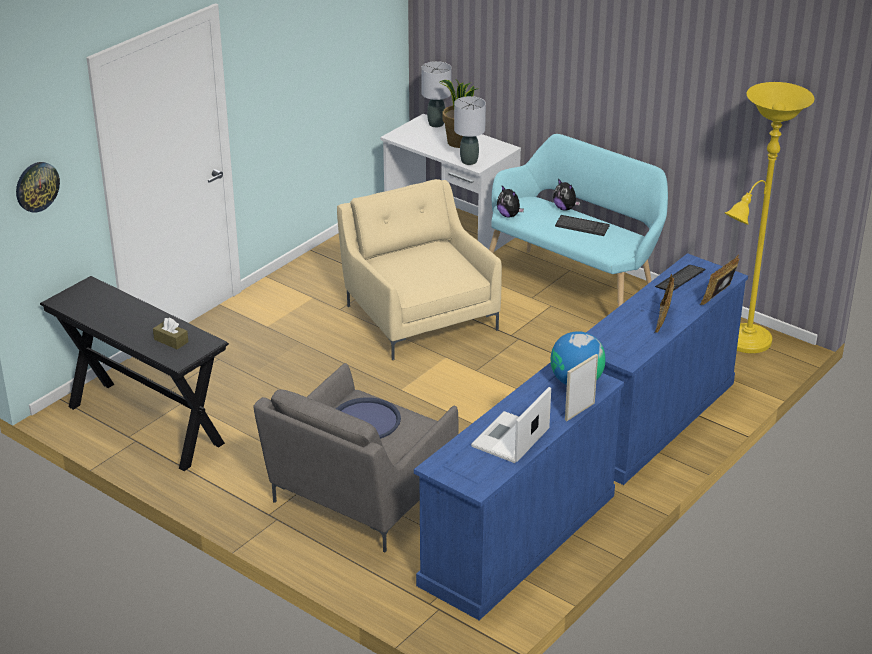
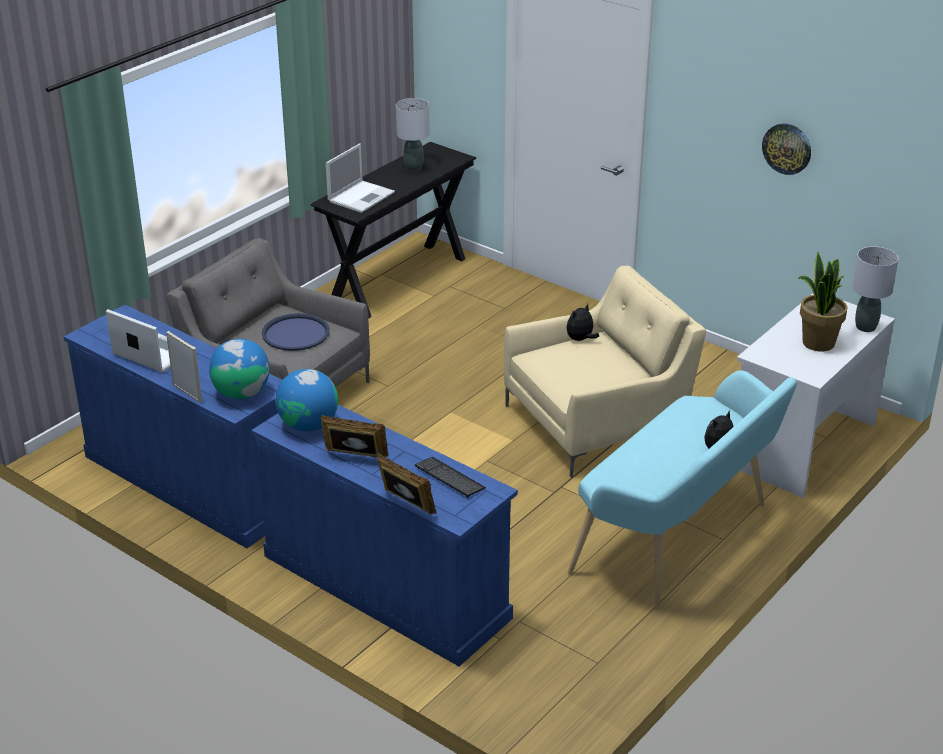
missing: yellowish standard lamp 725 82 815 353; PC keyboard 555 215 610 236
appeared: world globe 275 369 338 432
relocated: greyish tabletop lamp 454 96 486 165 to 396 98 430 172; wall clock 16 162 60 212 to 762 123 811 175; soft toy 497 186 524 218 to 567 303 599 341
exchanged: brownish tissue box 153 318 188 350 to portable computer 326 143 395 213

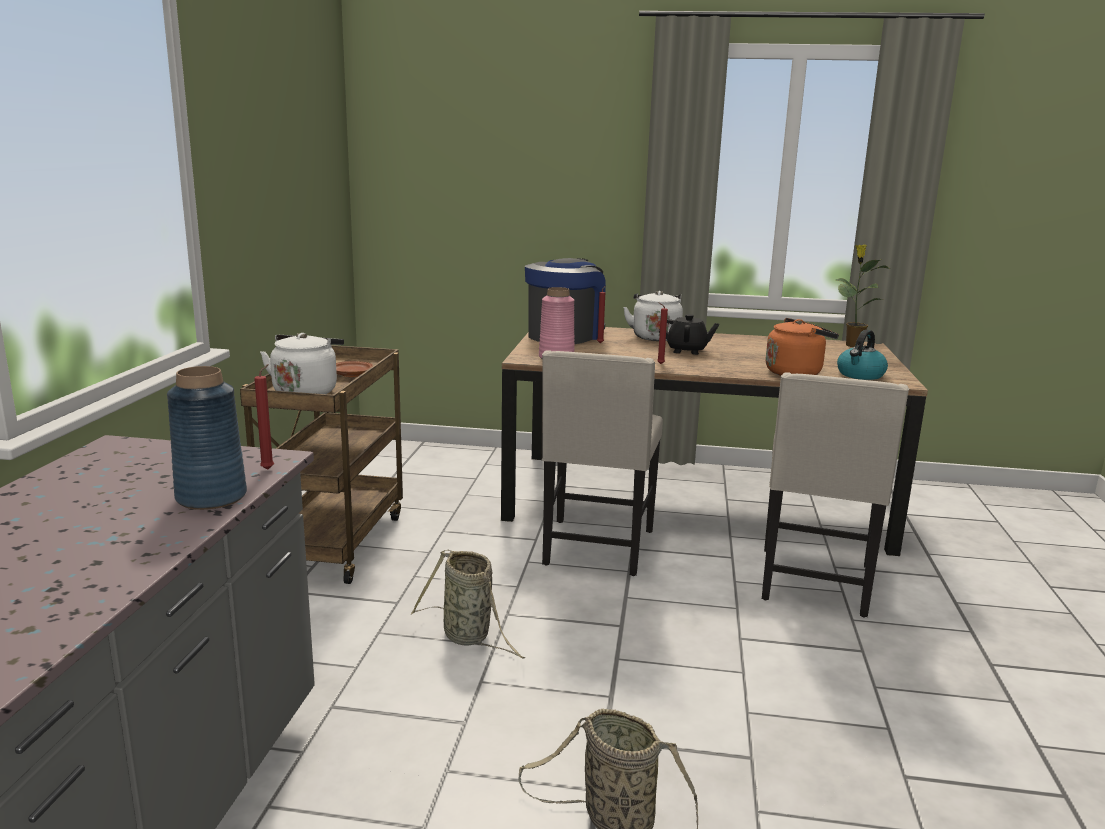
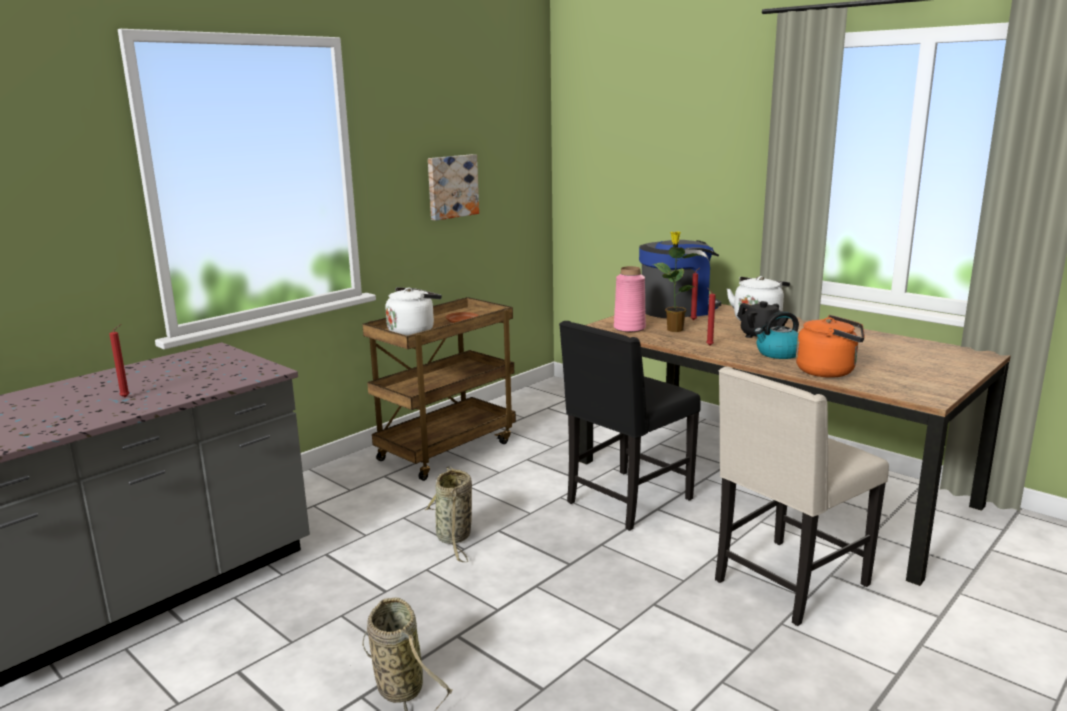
missing: blue vase 167 366 247 510
appeared: wall art 428 154 479 221
relocated: houseplant 836 245 890 347 to 653 231 703 332; water kettle 837 330 888 380 to 754 311 799 359; reddish wax candle 254 364 274 470 to 109 324 129 398
colour: beige plain chair 542 350 663 576 to black plain chair 559 321 701 531

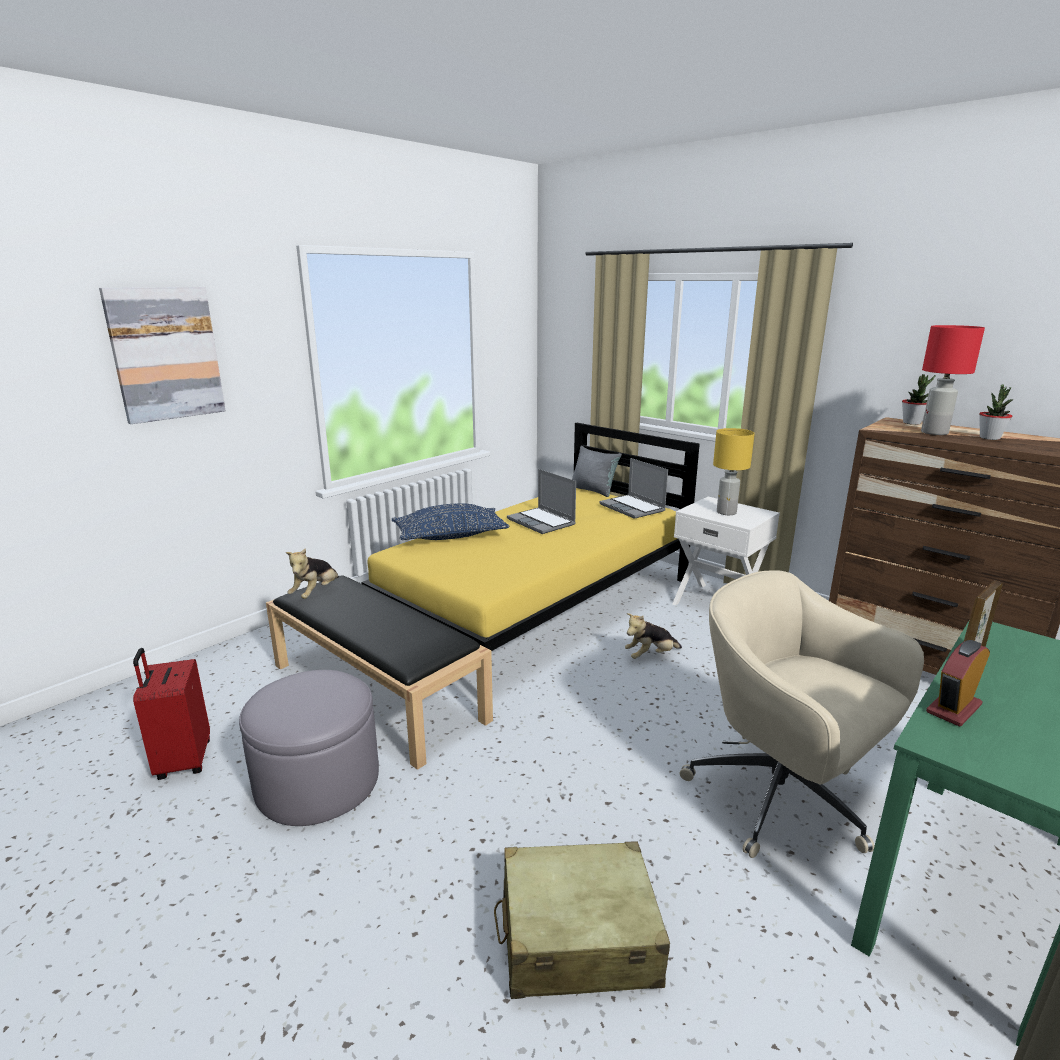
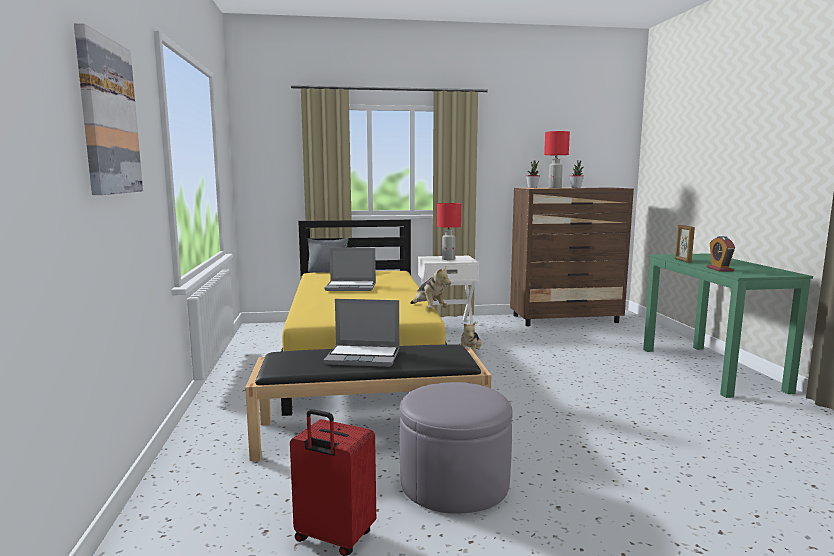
missing: blue pillow 391 503 509 540; beige desk chair 680 570 924 858; beige suitcase 494 841 670 999
relocated: portable computer 599 458 668 519 to 323 299 400 367; soft toy 286 548 339 599 to 410 266 451 308
colour: yellowish tabletop lamp 713 428 755 515 to reddish tabletop lamp 437 203 461 260

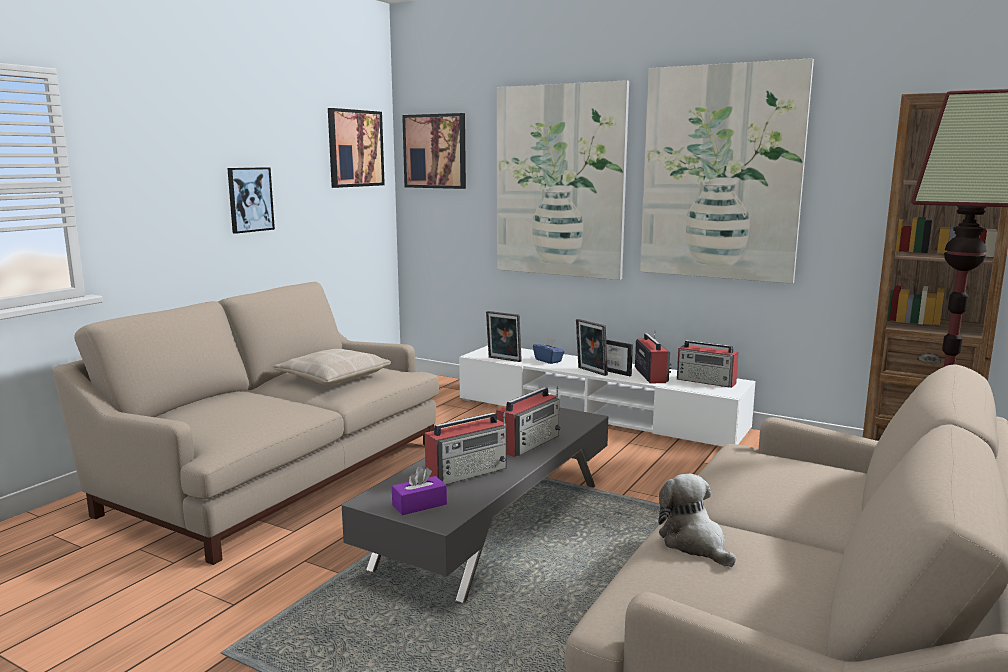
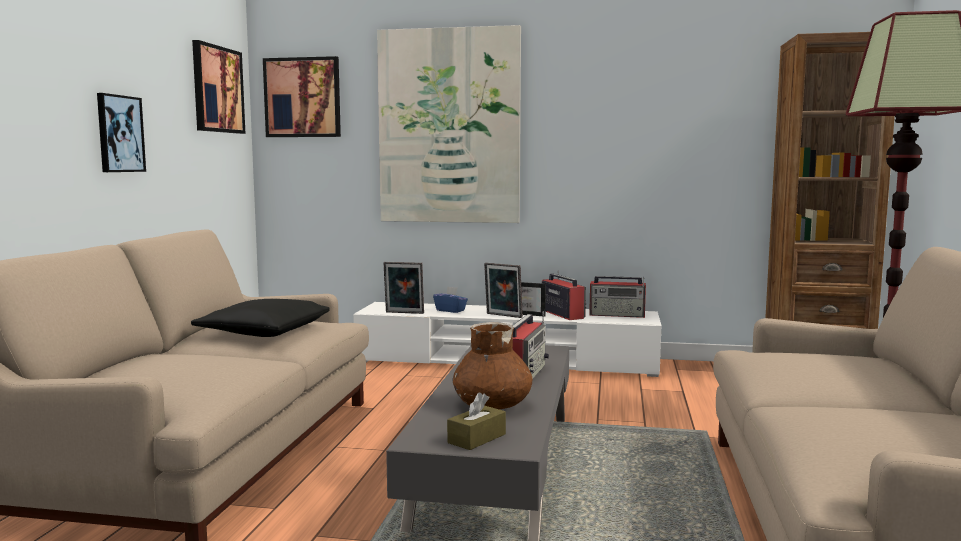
missing: wall art 640 58 814 284; soft toy 659 474 736 567
exchanged: radio set 425 412 506 485 to brownish vase 453 322 533 410
colour: beige pillow 273 349 391 385 to black pillow 191 299 329 337; purplish tissue box 392 466 447 515 to brownish tissue box 447 392 506 450

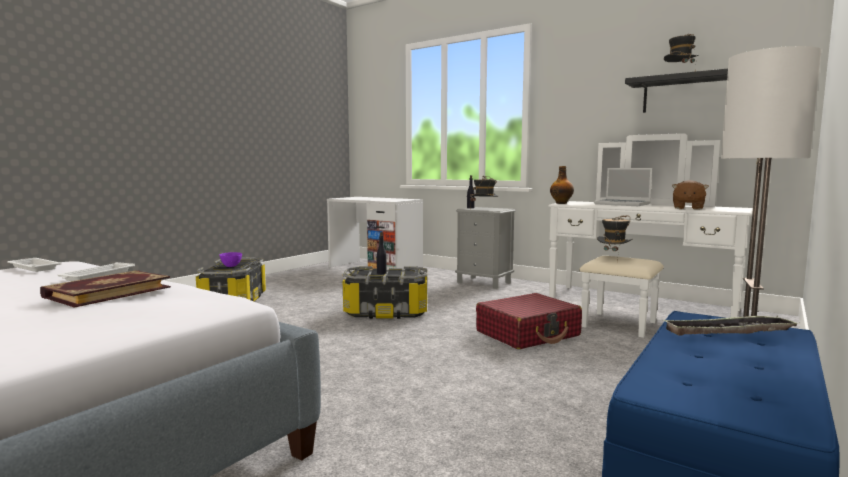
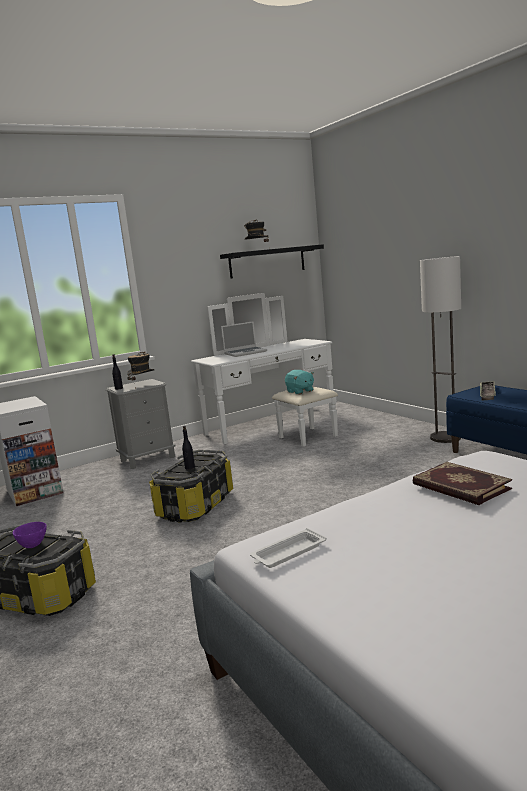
missing: bottle 550 166 574 204; brownish soft toy 672 180 709 210; whitish carrying tray 58 262 135 281; reddish suitcase 476 293 582 349
exchanged: clothing hat 597 215 633 262 to turquoise-coloured soft toy 285 370 314 394

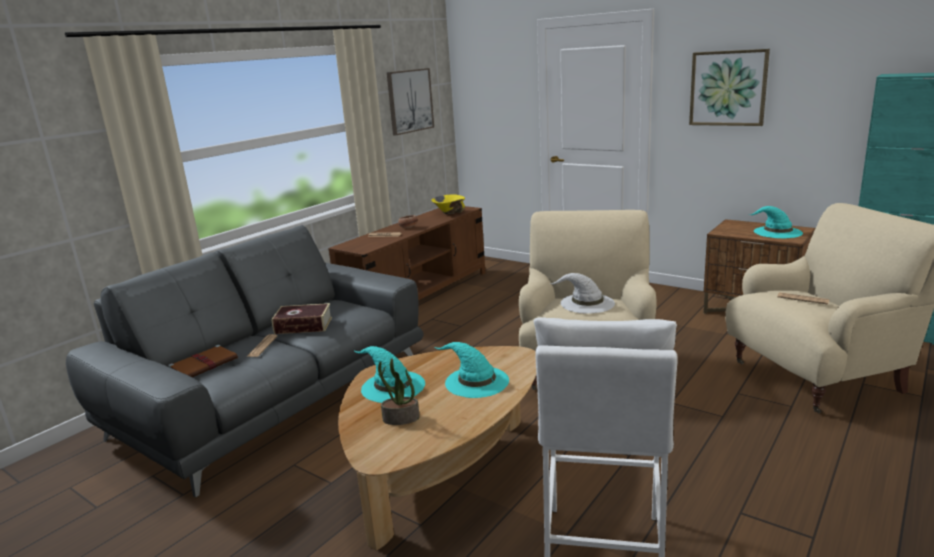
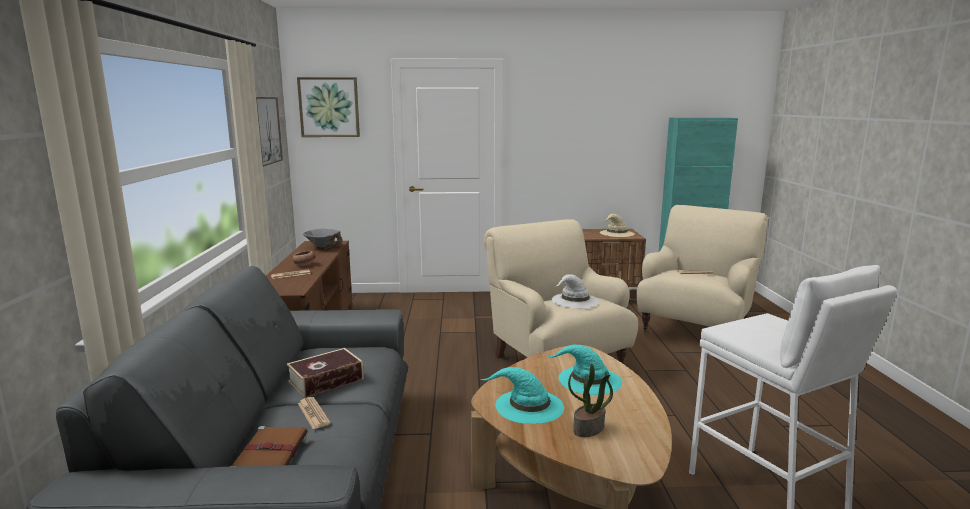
relocated: wall art 689 49 770 126 to 297 77 360 137
colour: yellowish bowl 431 194 465 214 to greyish bowl 303 229 343 249; turquoise-coloured clothing hat 749 206 803 238 to beige clothing hat 600 214 635 237

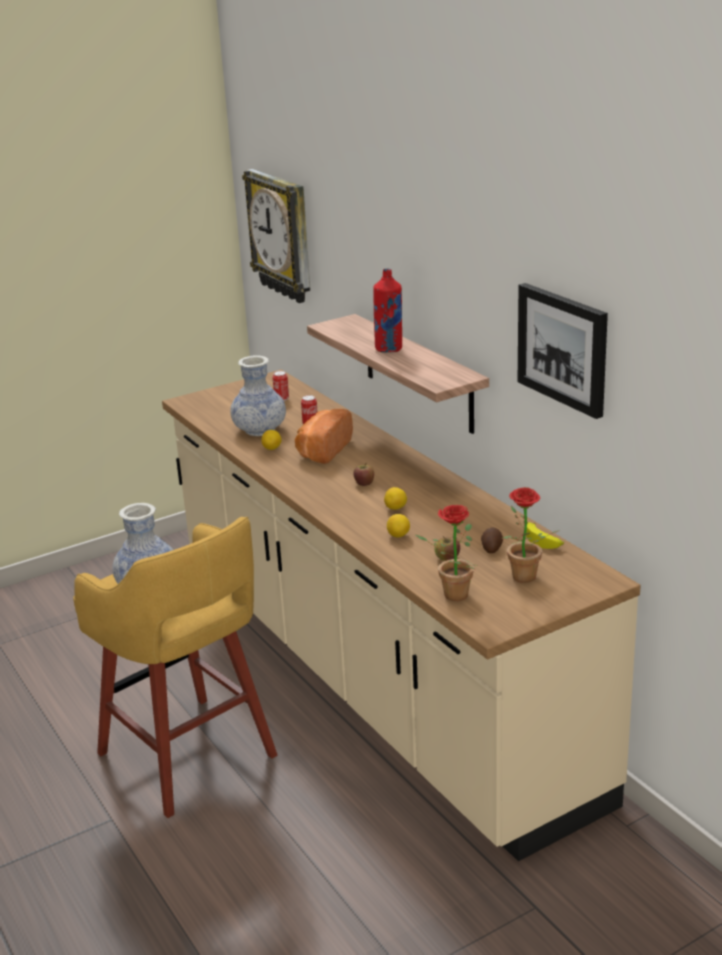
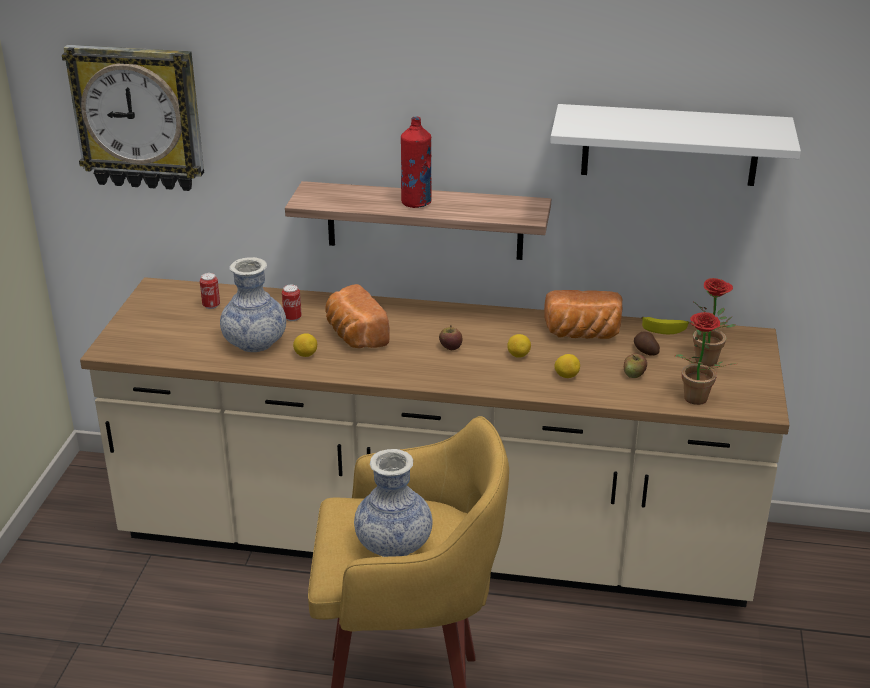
appeared: bread 544 290 623 339
exchanged: wall art 518 283 608 419 to whitish bracket shelf 550 104 801 186

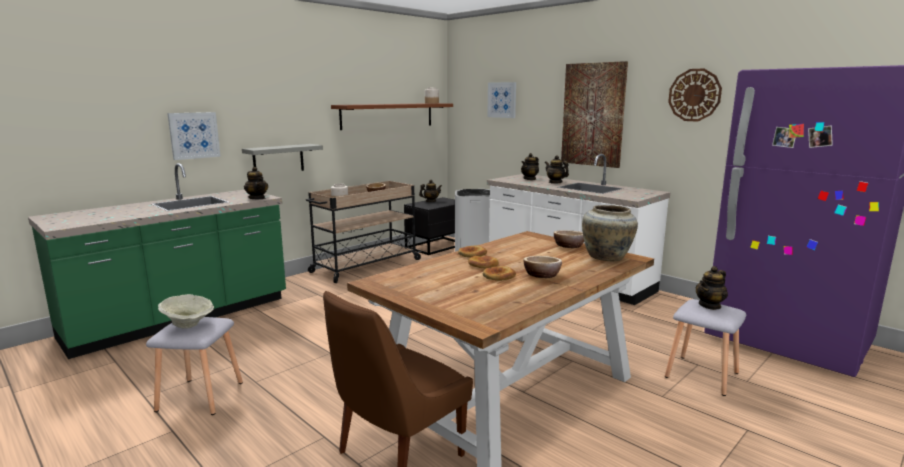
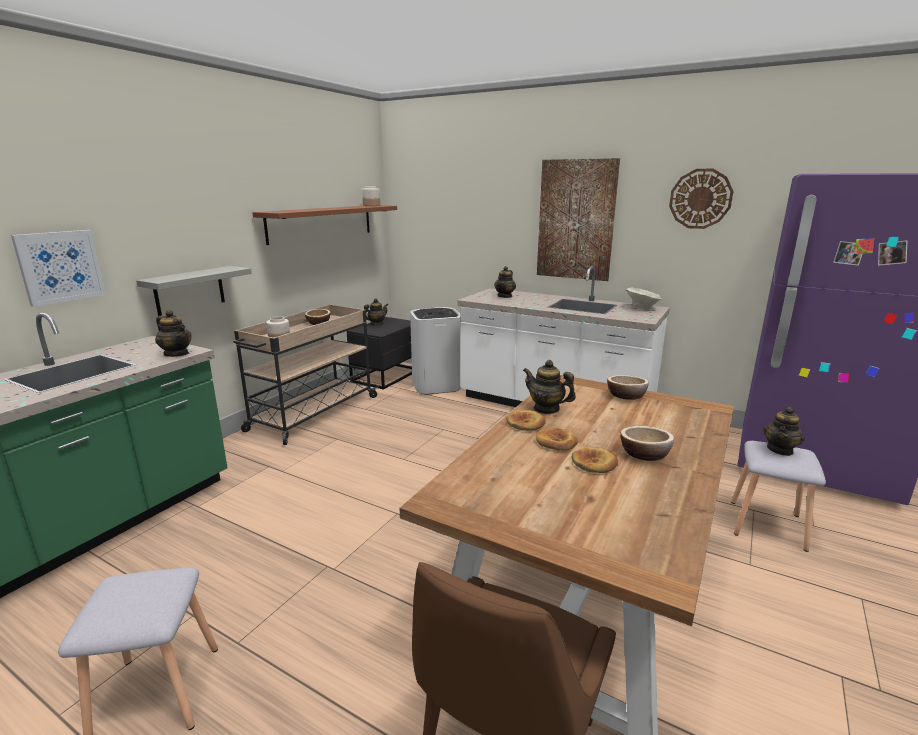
missing: wall art 487 82 516 118; beige vase 582 205 638 262
relocated: teapot 545 155 569 184 to 523 360 576 414; beige bowl 158 294 214 328 to 626 287 662 309

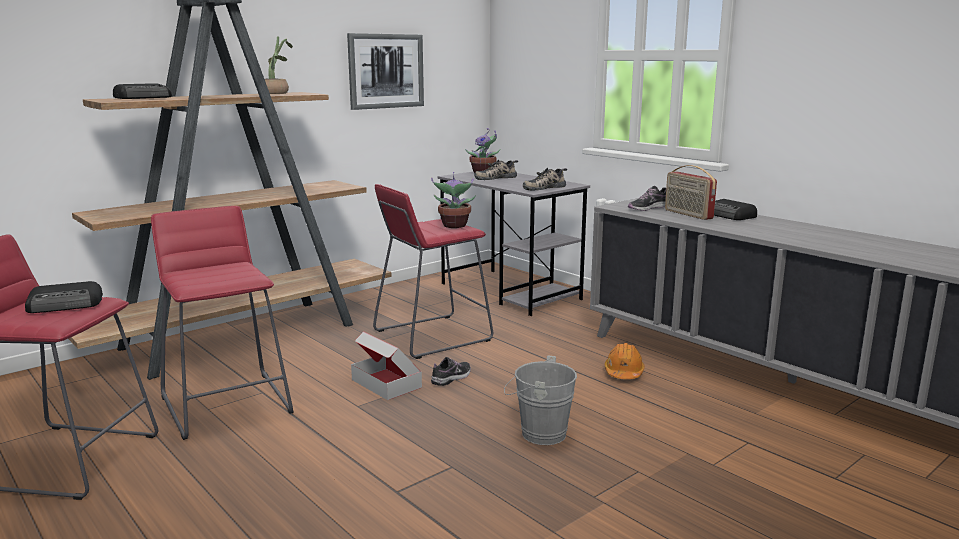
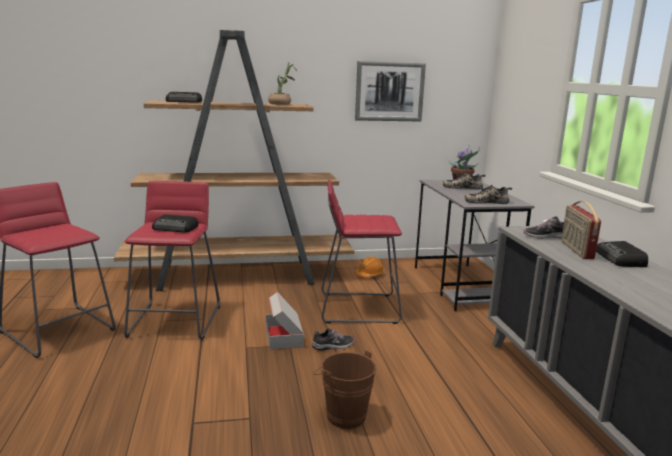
missing: houseplant 431 172 476 228
relocated: radio set 25 281 103 313 to 152 214 198 232; orangey safety helmet 604 343 645 379 to 355 257 385 277
colour: greyish water bucket 504 355 577 445 to brownish water bucket 313 350 376 429

